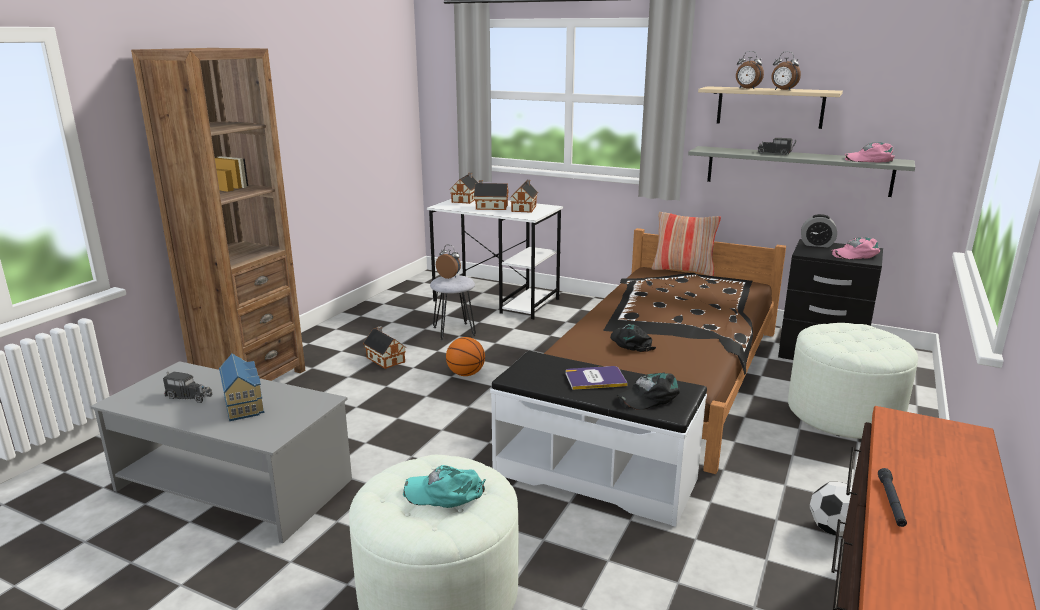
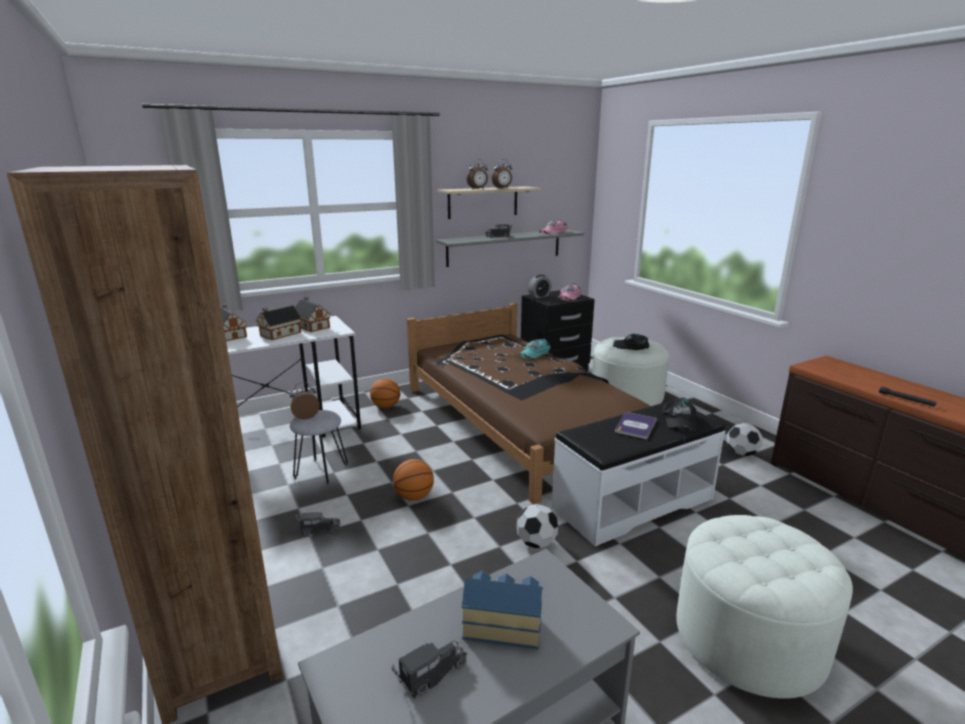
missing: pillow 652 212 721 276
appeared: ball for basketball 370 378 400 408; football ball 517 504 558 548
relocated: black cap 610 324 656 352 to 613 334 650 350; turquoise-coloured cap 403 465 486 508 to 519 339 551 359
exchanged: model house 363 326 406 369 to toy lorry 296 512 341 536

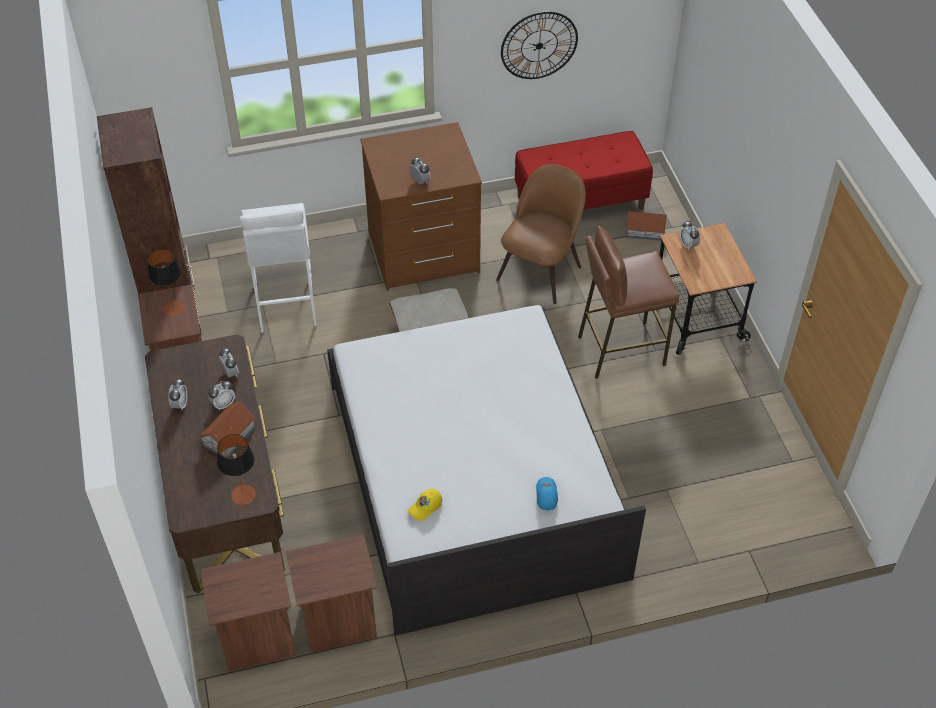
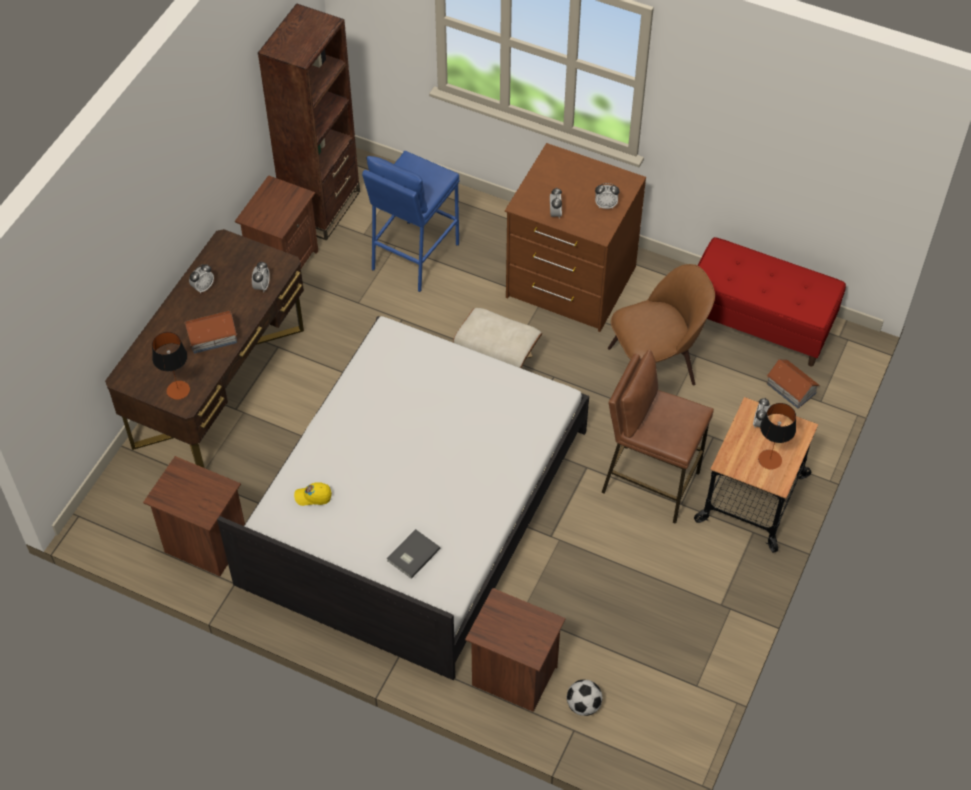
missing: wall clock 501 11 578 79
appeared: football ball 567 680 603 716
relocated: tabletop lamp 148 249 184 317 to 758 403 796 470; alarm clock 208 381 235 411 to 595 183 620 209; brownish bedside table 201 552 296 671 to 465 588 566 712
exchanged: blue cap 536 477 558 510 to greyish volume 387 529 440 579
colour: whitish stool 239 203 317 333 to blue stool 362 151 460 292

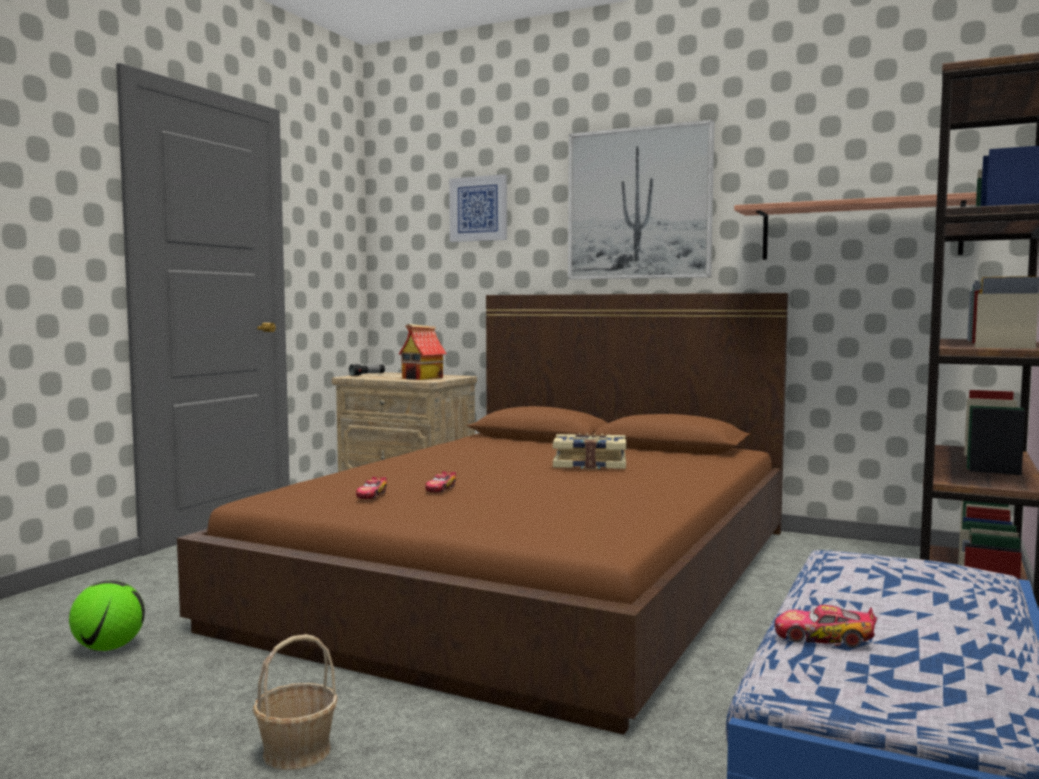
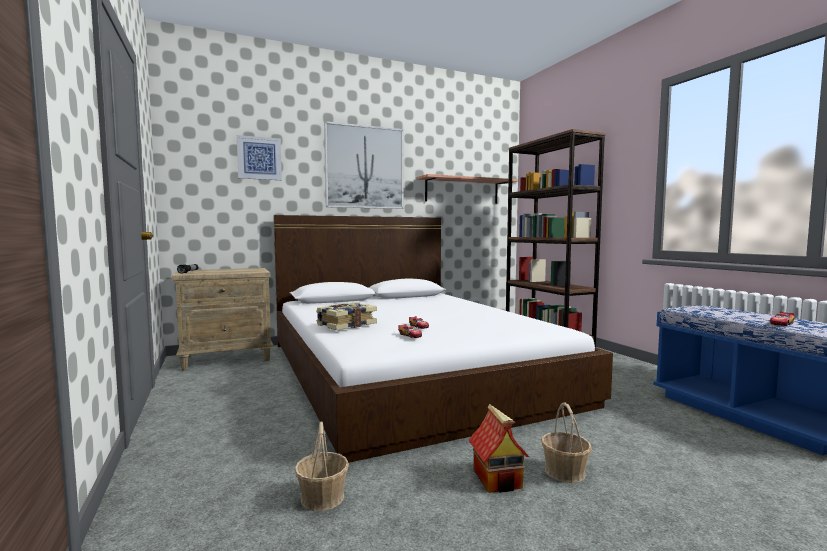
relocated: model house 399 324 446 380 to 469 404 529 493; volume 553 433 626 470 to 316 302 377 330
exchanged: football ball 69 580 145 651 to household basket 295 421 349 511
colour: brownish bedroom bed 177 293 788 735 to whitish bedroom bed 274 215 613 463

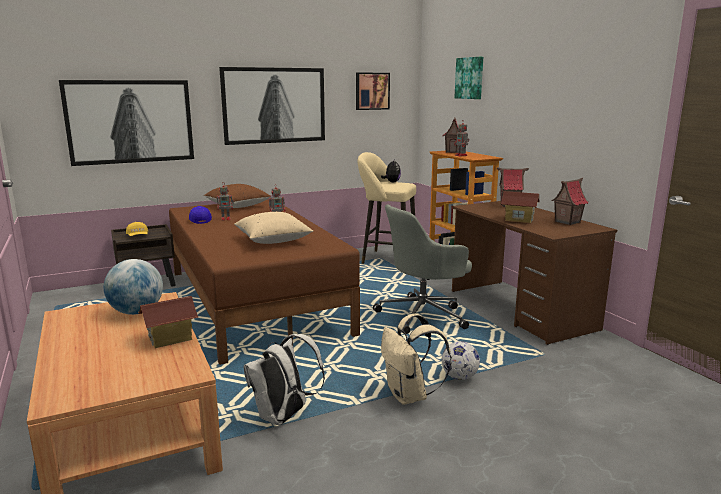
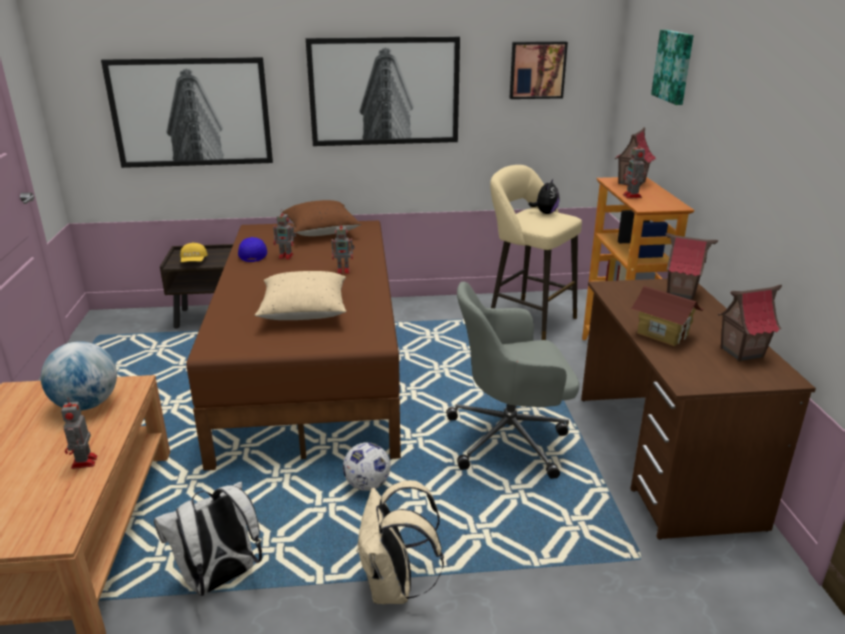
relocated: football ball 442 341 480 380 to 343 442 390 491
exchanged: model house 138 296 198 348 to toy robot 61 397 97 469

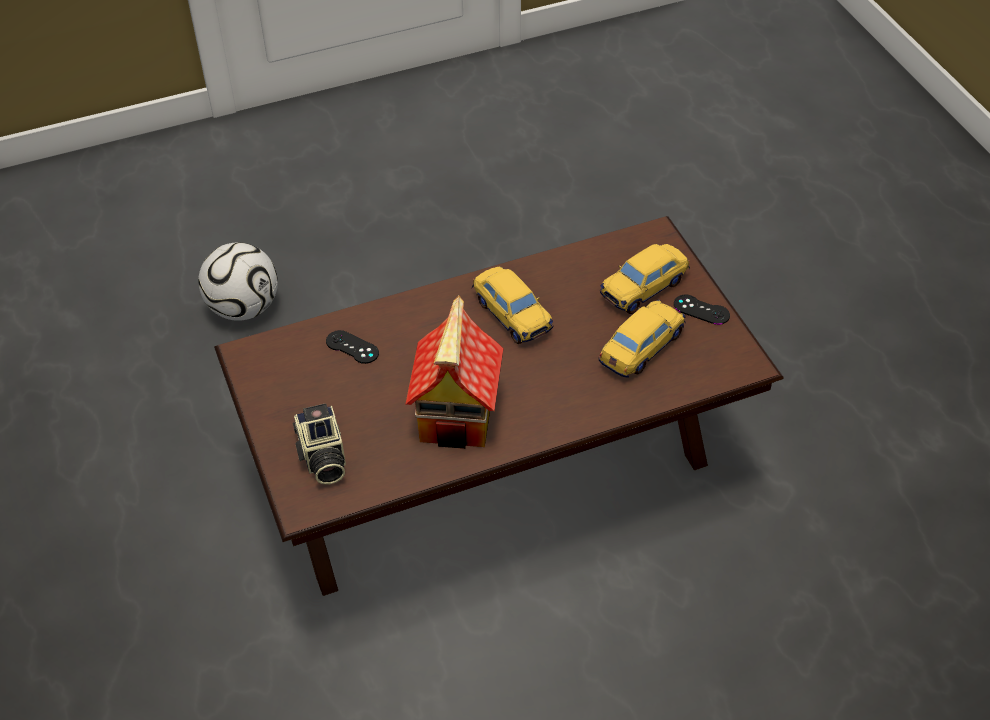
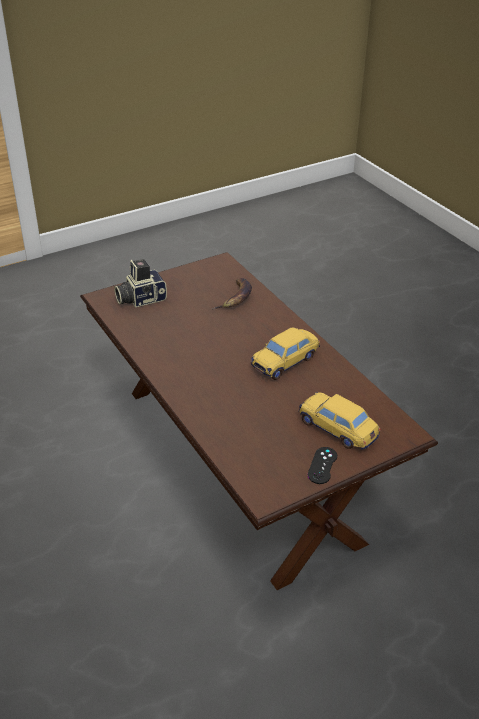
missing: football ball 198 242 278 321; model house 405 295 504 449; miniature car 598 299 686 378
exchanged: black game controller 326 330 379 364 to banana fruit 211 278 252 310

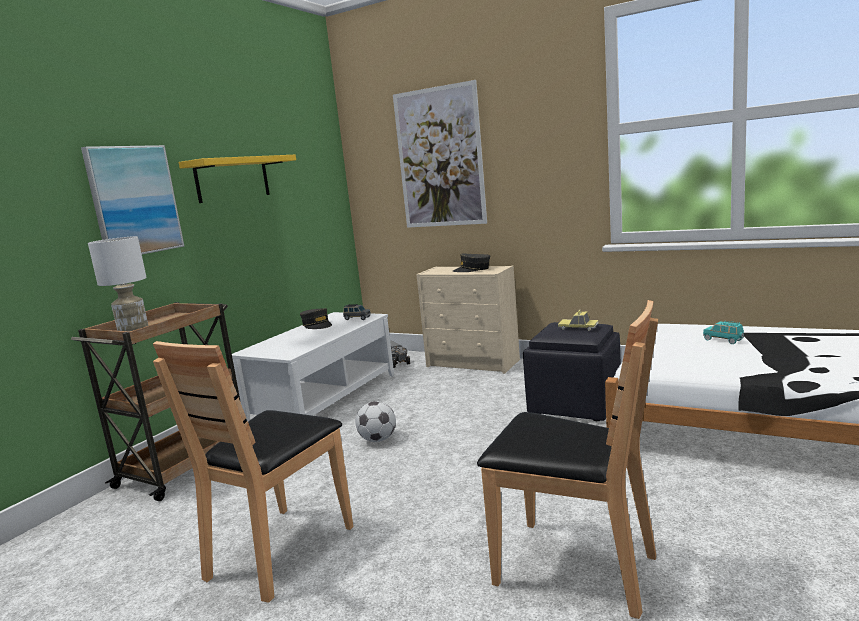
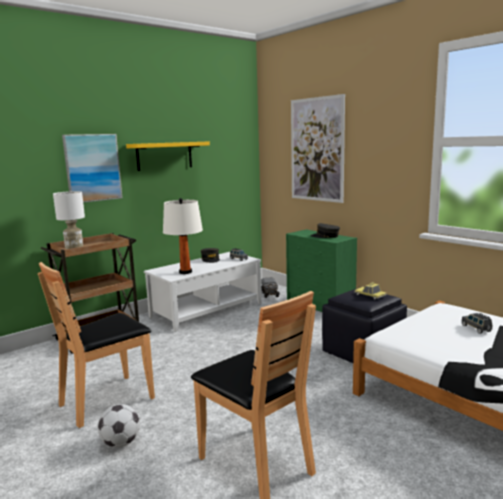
appeared: whitish tabletop lamp 163 198 203 274
relocated: football ball 356 401 396 442 to 98 404 140 447
colour: beige drawer chest 416 266 520 374 to green-coloured drawer chest 286 229 357 312; turquoise-coloured miniature car 703 321 744 344 to greyish miniature car 461 313 492 334

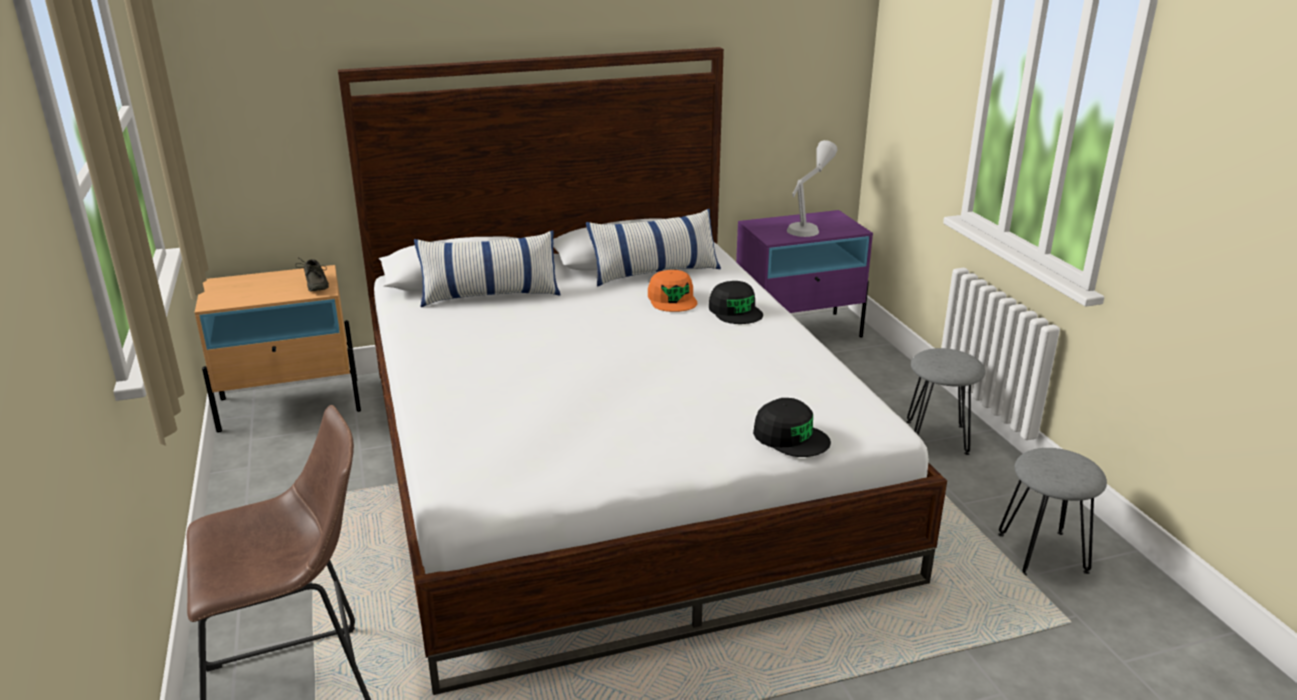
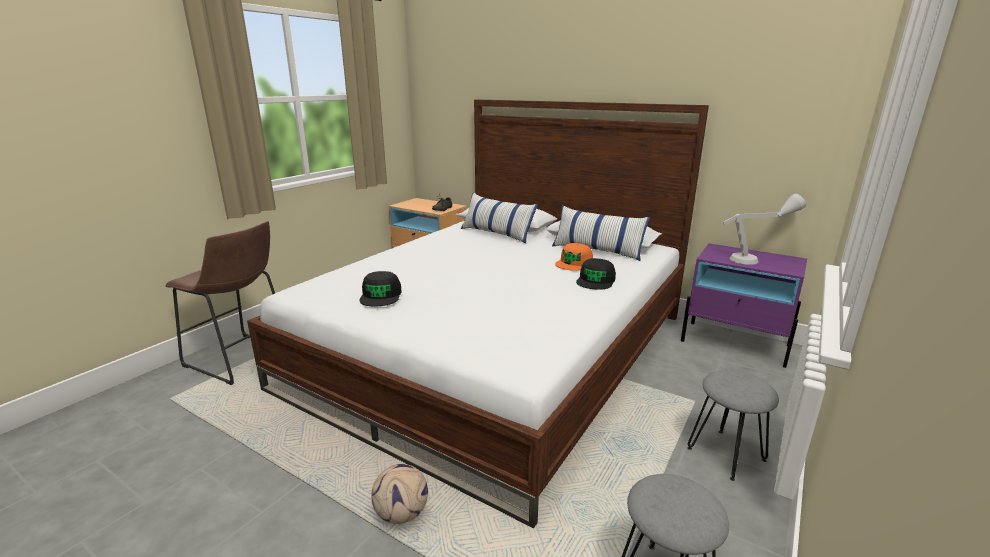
appeared: football ball 371 464 428 524
relocated: black cap 753 398 831 457 to 359 271 402 306

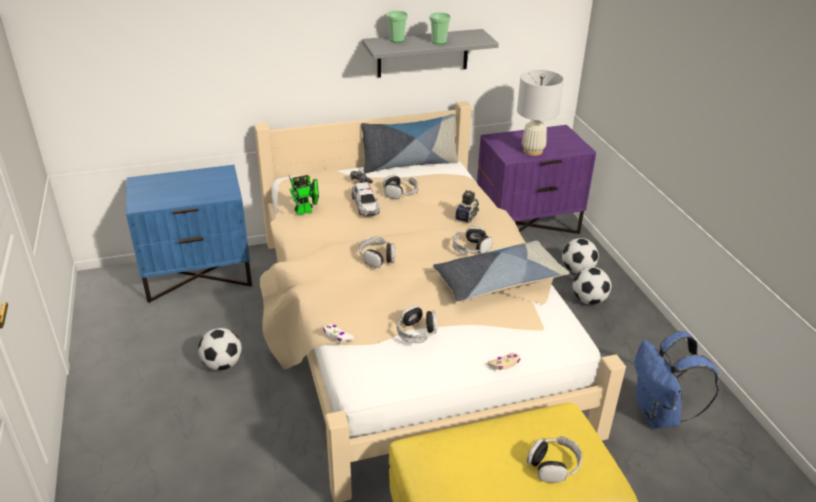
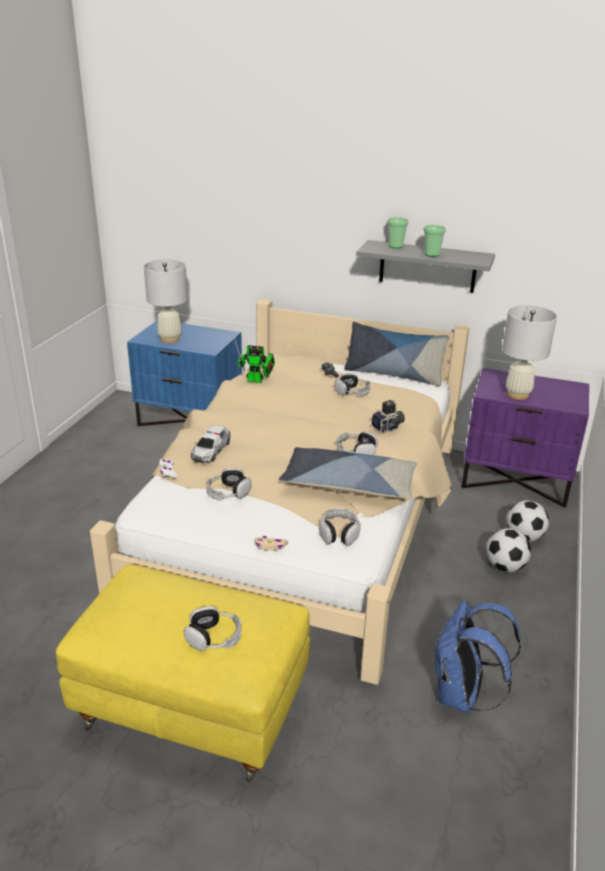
missing: football ball 198 328 242 371
appeared: whitish tabletop lamp 144 260 188 343
relocated: miniature car 352 182 380 217 to 191 425 231 463; pair of headphones 359 237 395 268 to 319 508 361 546

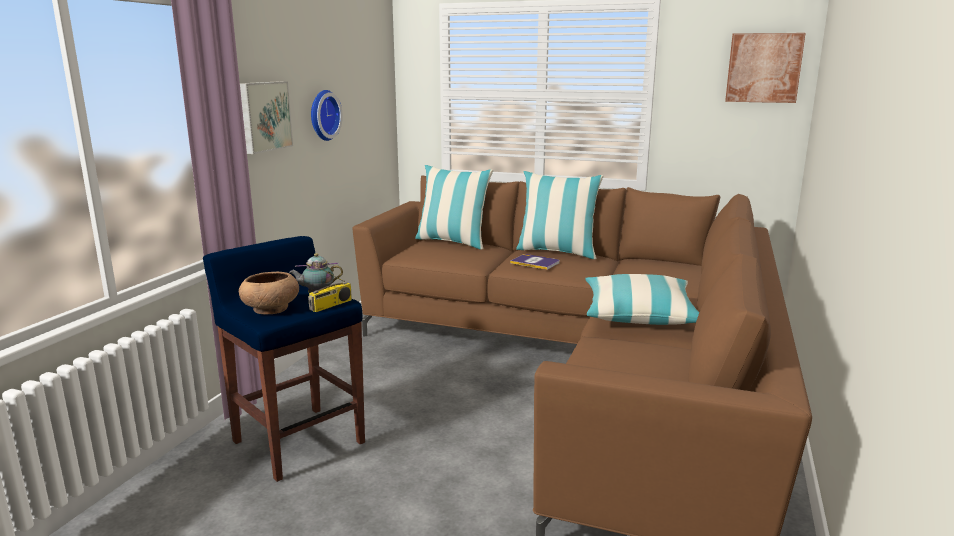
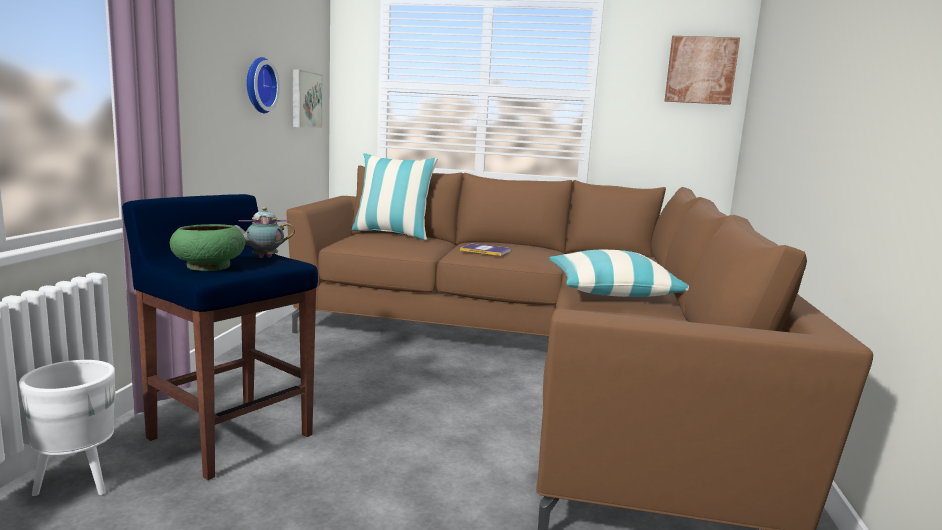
missing: pillow 516 171 604 259; radio set 308 265 352 312
appeared: whitish planter 19 360 115 496
relocated: wall art 240 81 293 154 to 293 69 323 128
colour: brownish bowl 239 272 299 314 to green-coloured bowl 170 224 245 271

